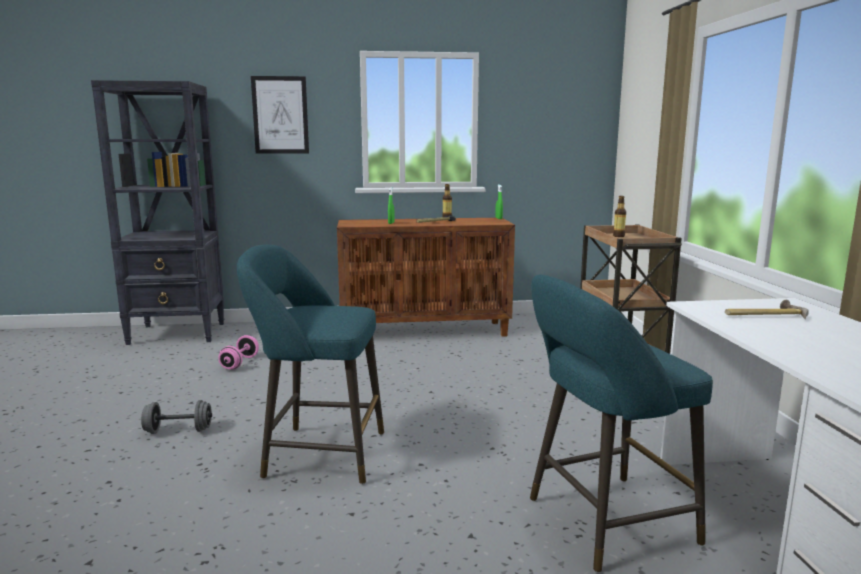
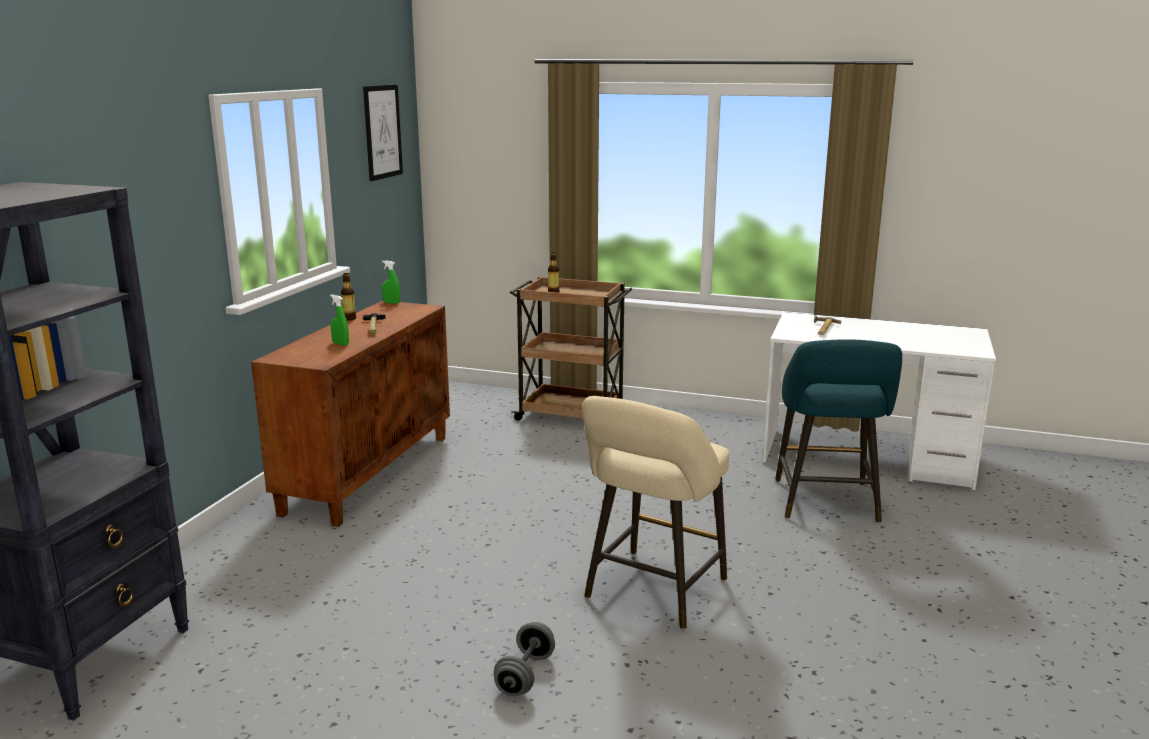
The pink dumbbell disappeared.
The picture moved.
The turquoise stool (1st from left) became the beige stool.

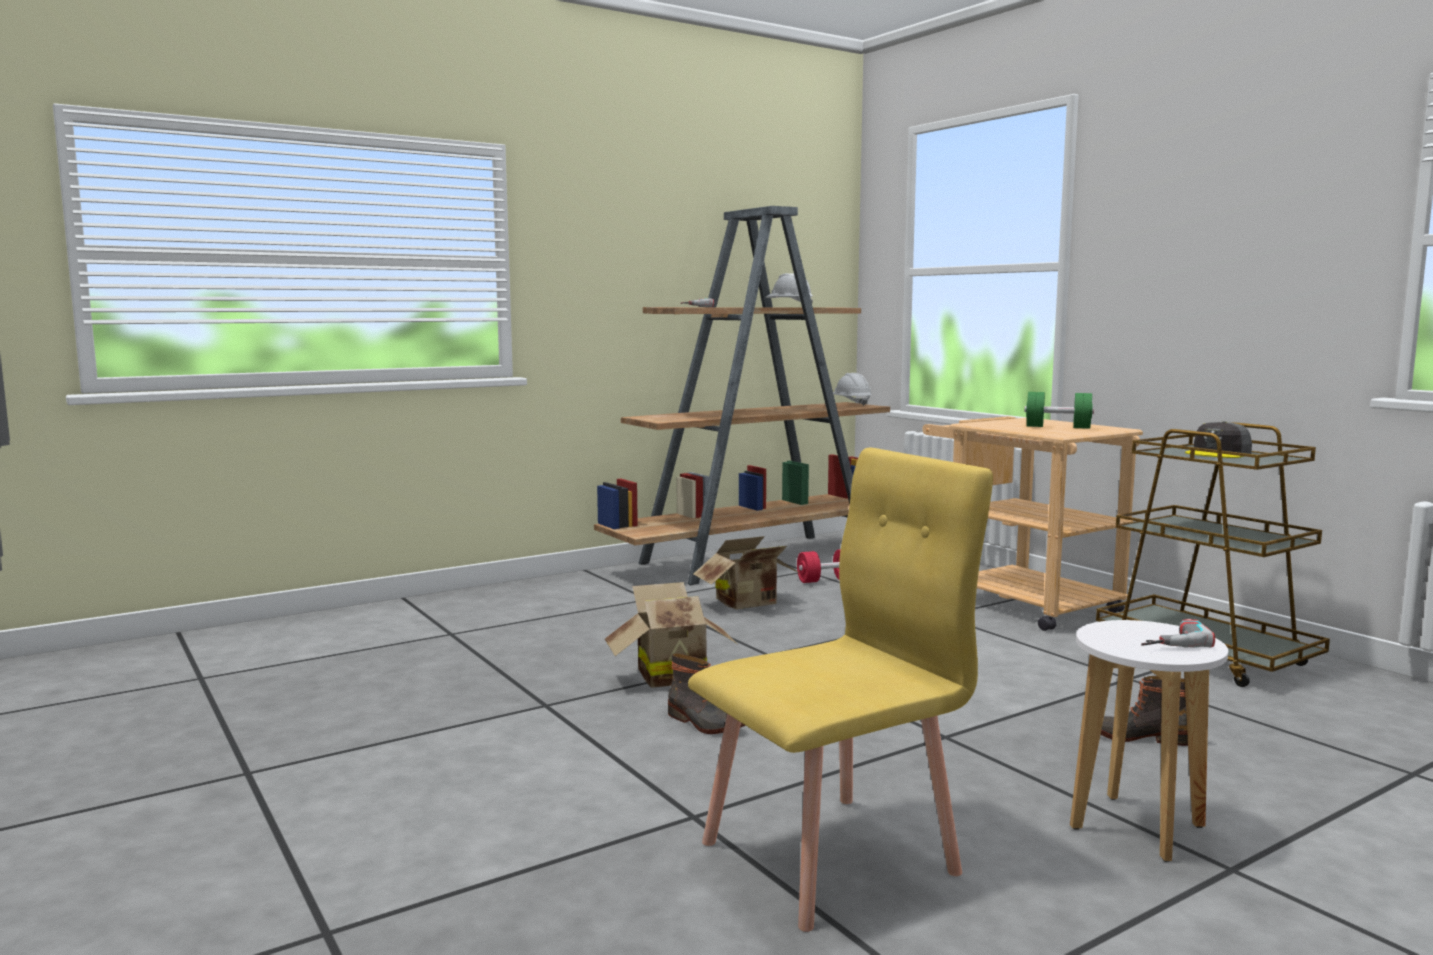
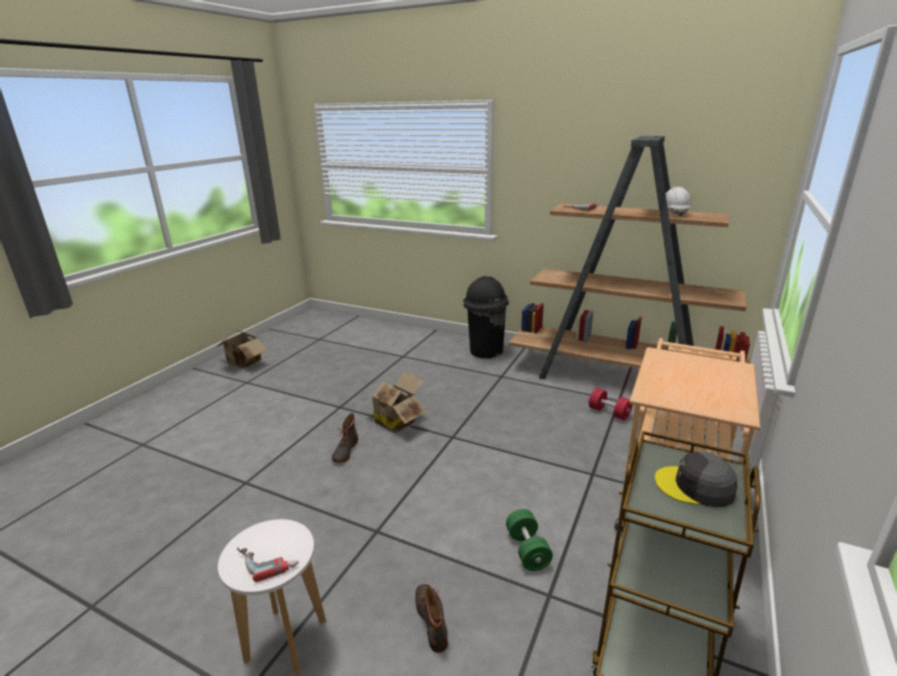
The yellow chair disappeared.
The white hard hat (2nd from left) disappeared.
The black trash can appeared.
The cardboard box (2nd from left in the first image) moved.
The green dumbbell moved.

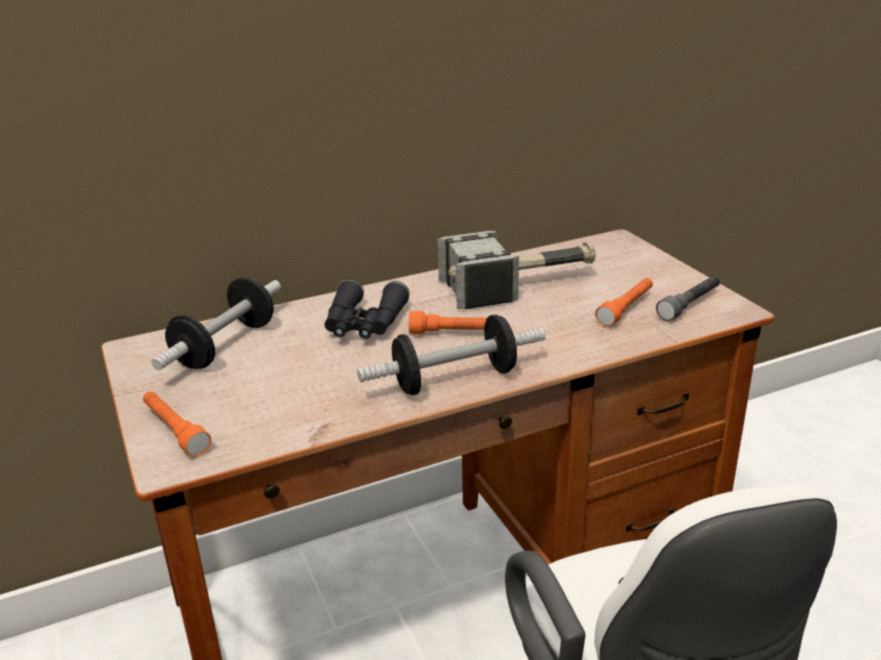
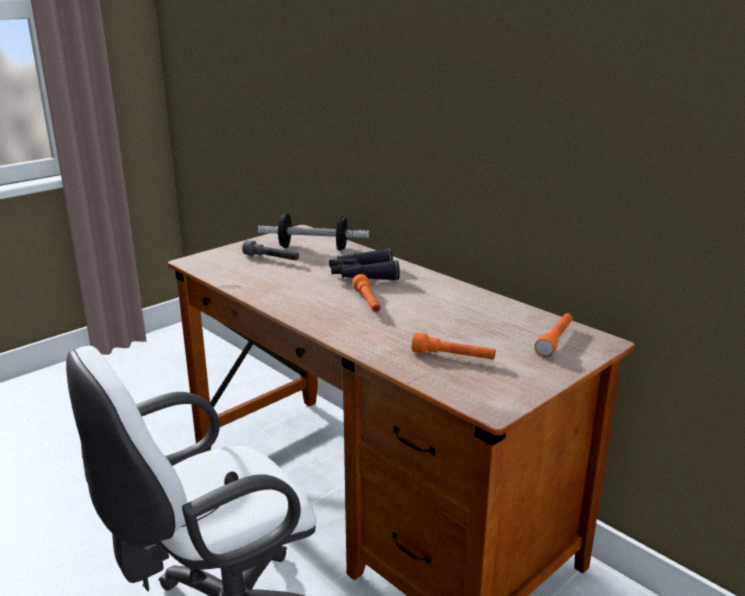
The dumbbell (2nd from left) disappeared.
The hammer disappeared.
The orange flashlight (1st from left in the first image) moved.
The grey flashlight moved.

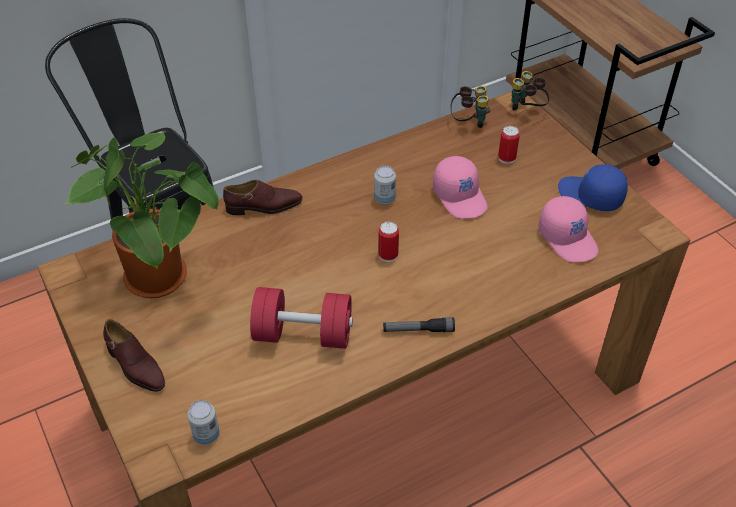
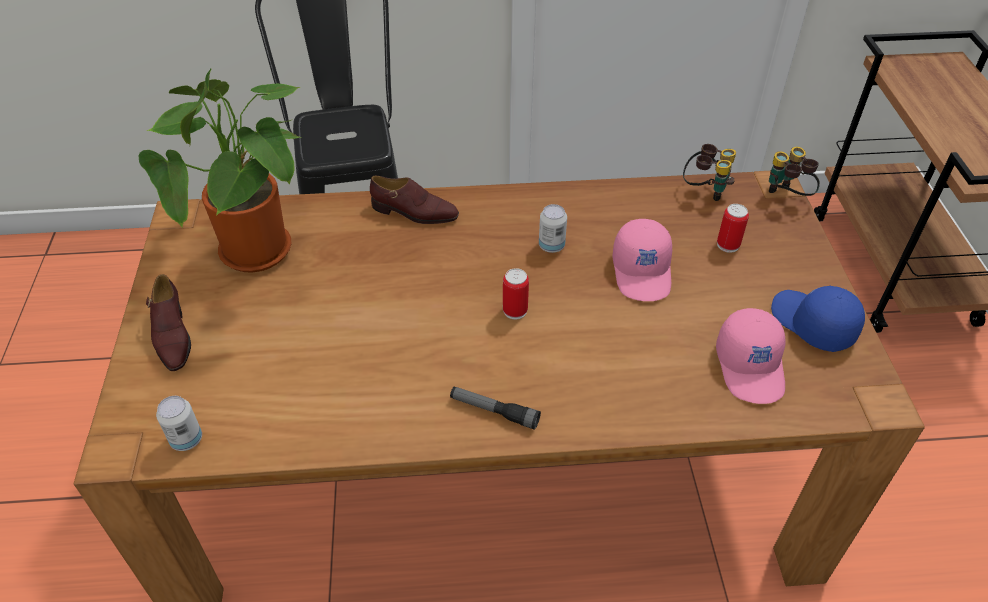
The red dumbbell disappeared.

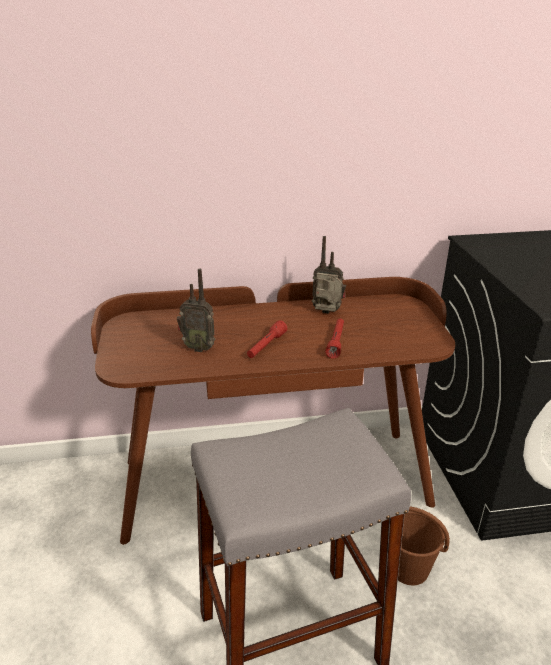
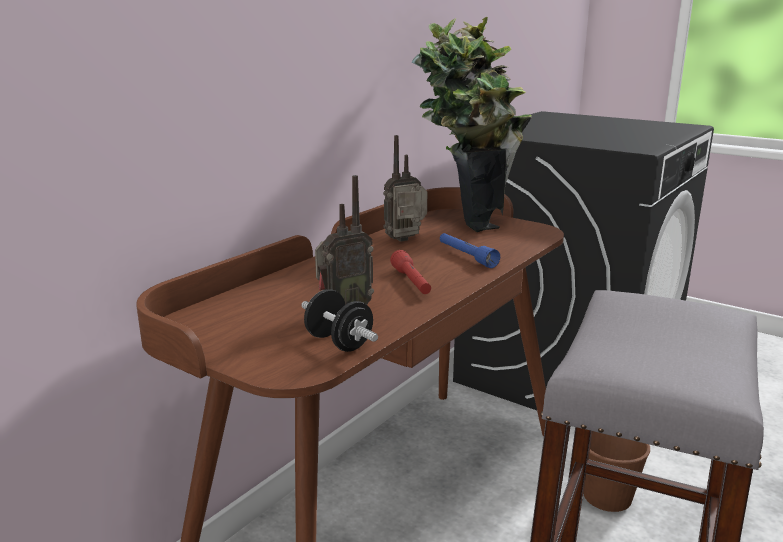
The black dumbbell appeared.
The potted plant appeared.
The red flashlight (2nd from left) became the blue flashlight.

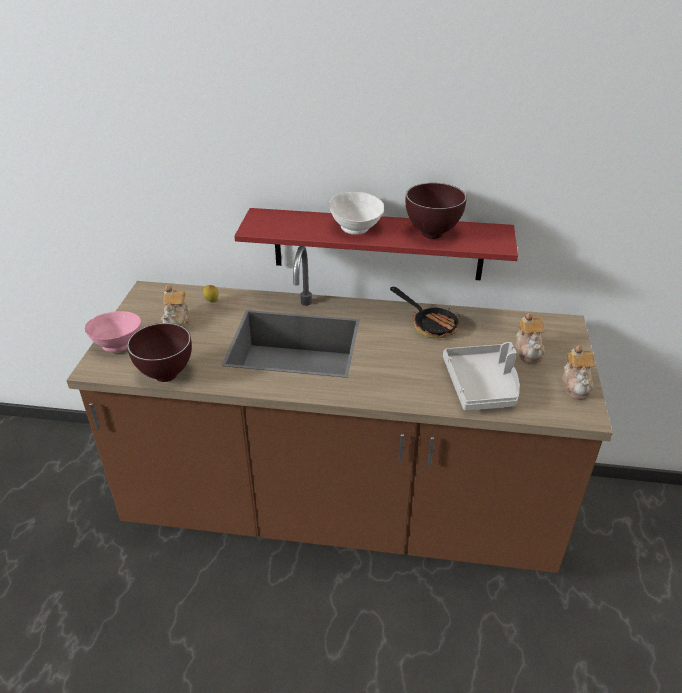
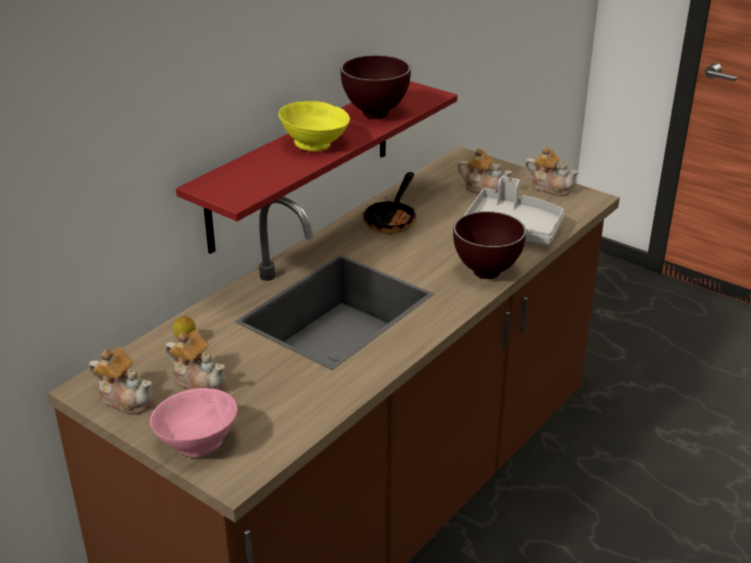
The teapot (1st from left) appeared.
The brown bowl (1st from left in the first image) moved.
The white bowl became the yellow bowl.
The frying pan turned 120 degrees clockwise.

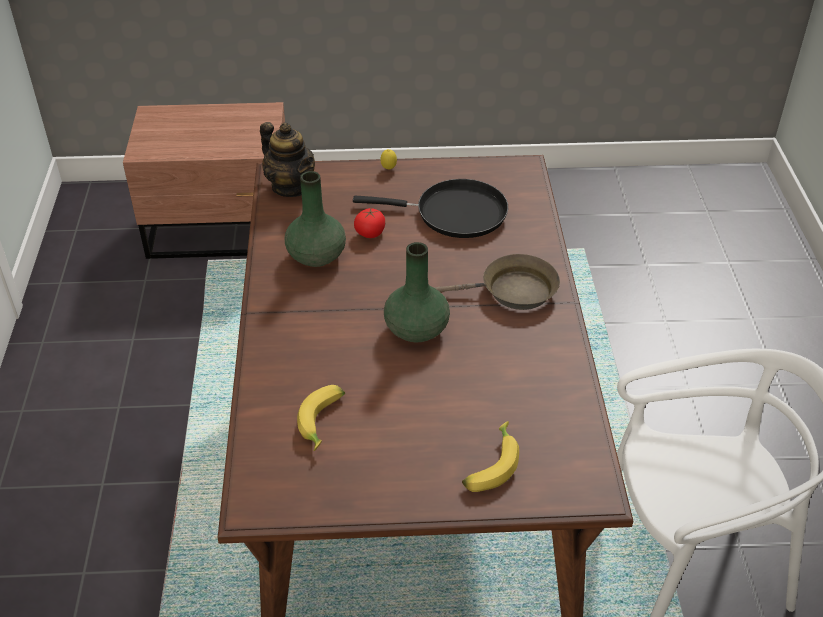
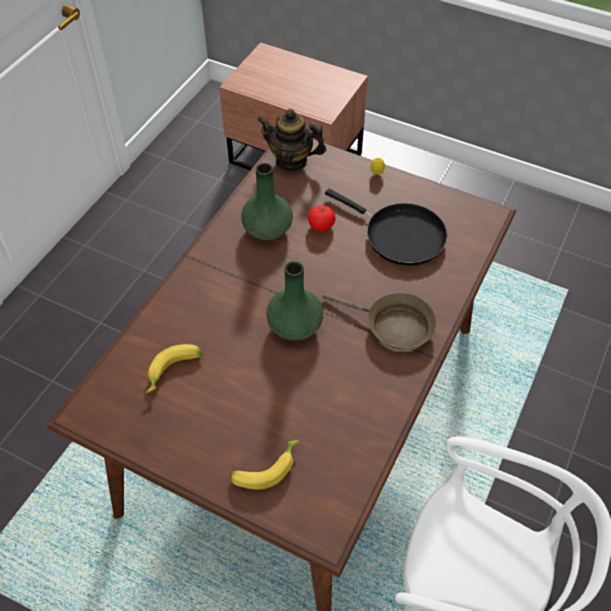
The teapot turned 120 degrees clockwise.

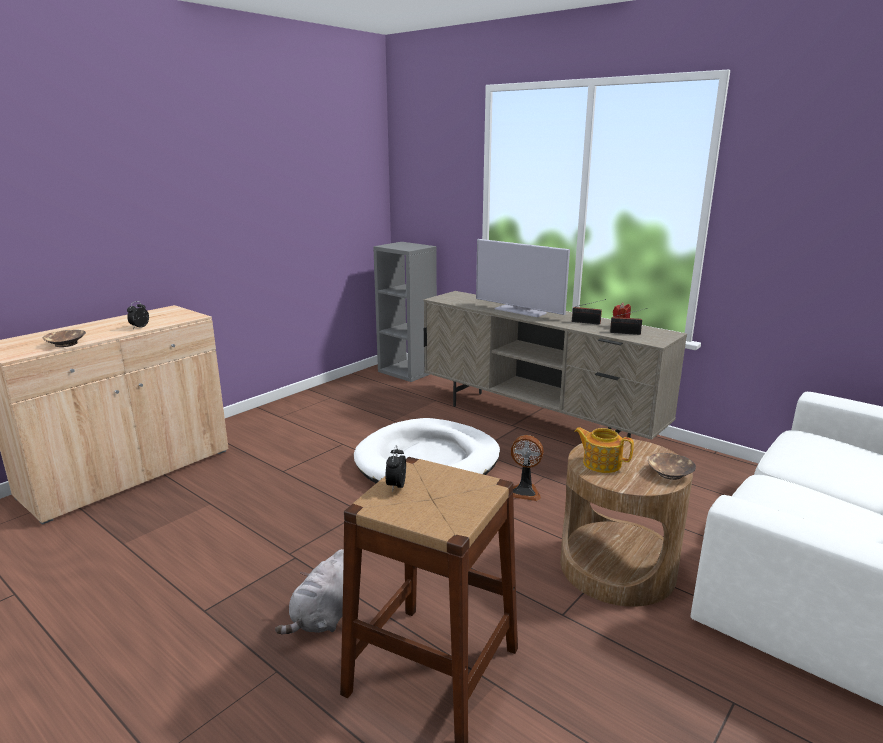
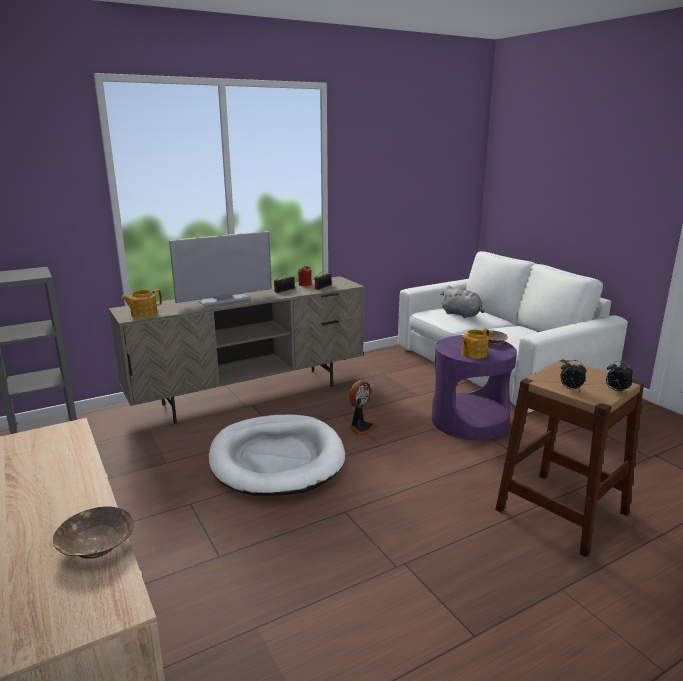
The teapot (1st from left) appeared.
The alarm clock (1st from left in the first image) moved.
The grey plush toy moved.
The brown side table became the purple side table.

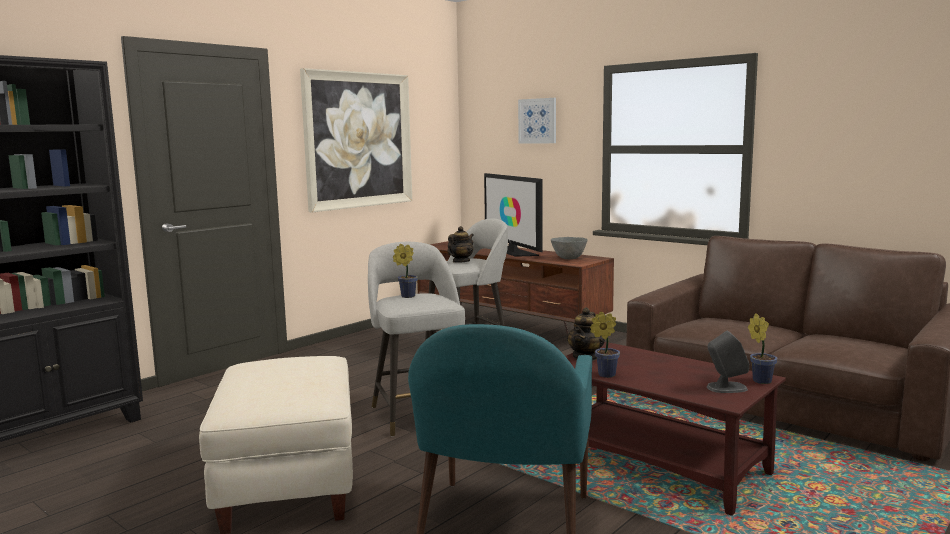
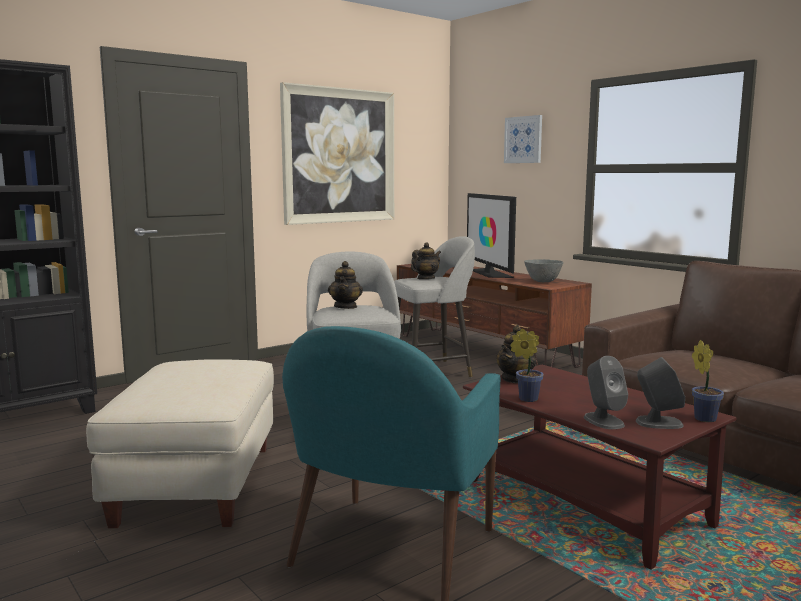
The grey speaker (1st from left) appeared.
The potted plant (1st from left) was replaced by the teapot (1st from left).

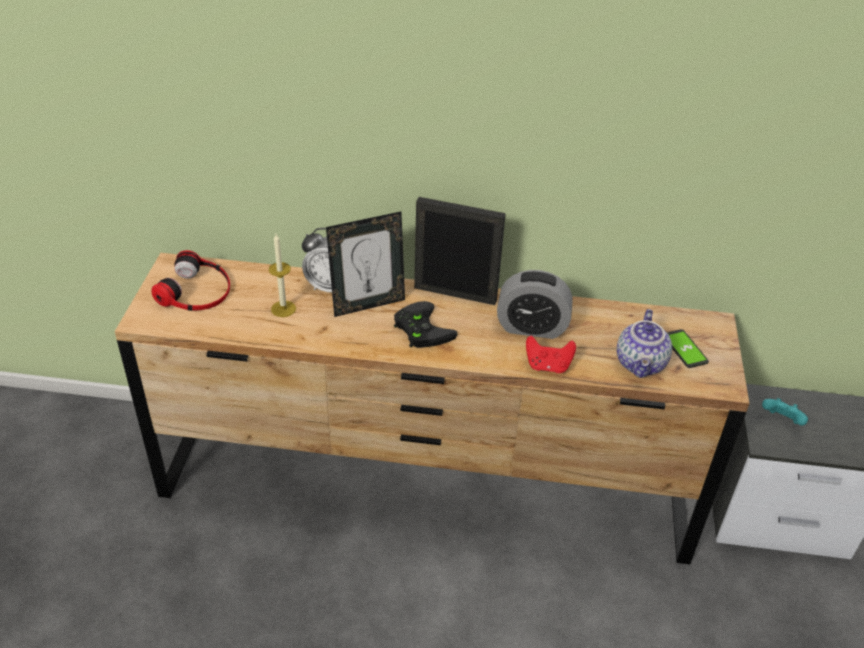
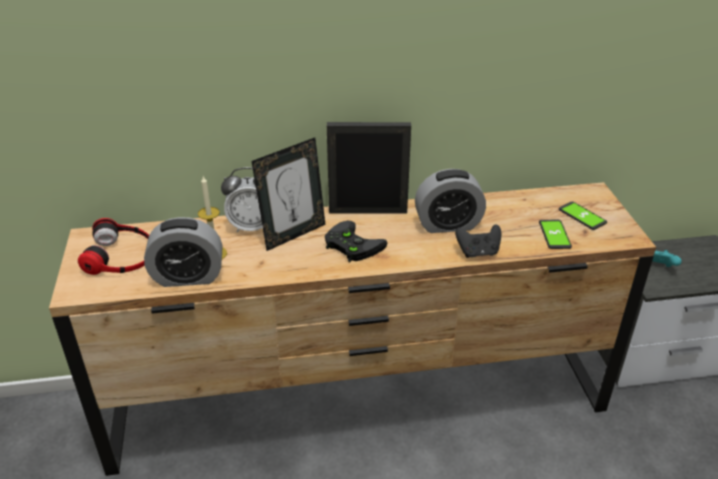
The alarm clock (1st from left) appeared.
The teapot was replaced by the phone (1st from left).
The red game controller became the black game controller (2nd from left).

